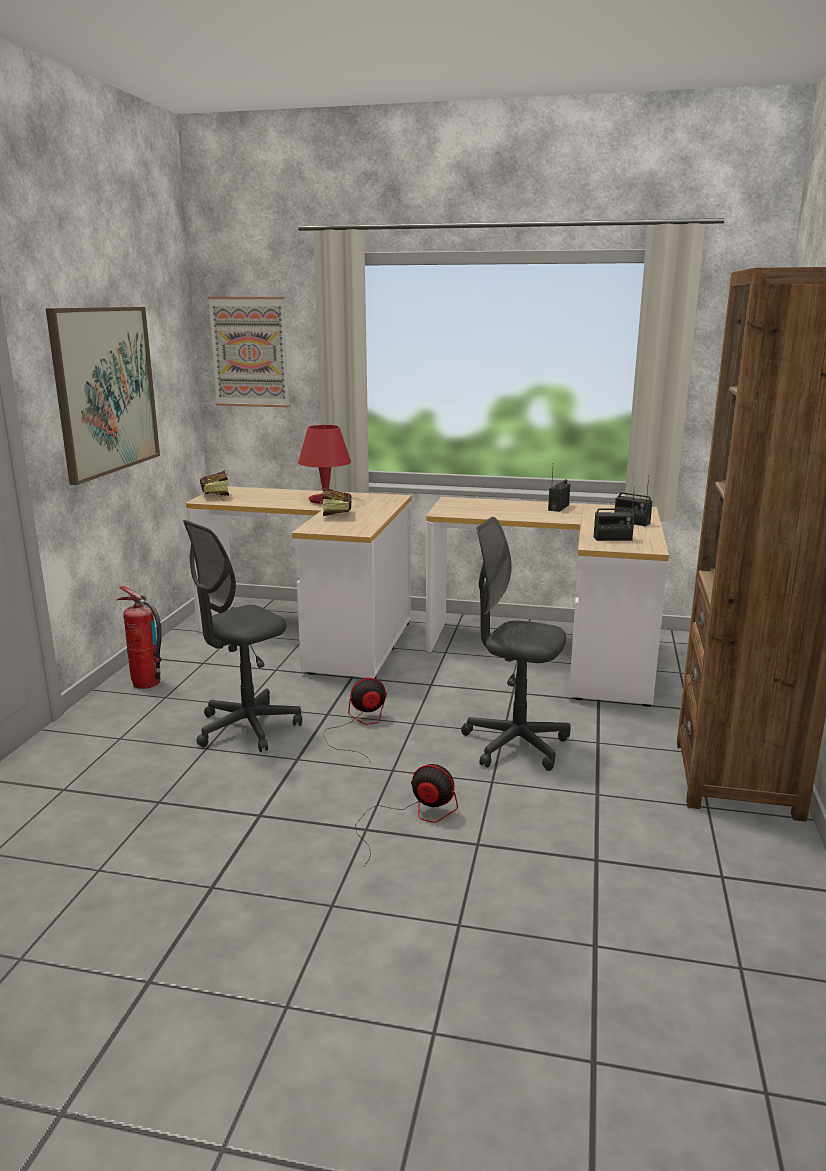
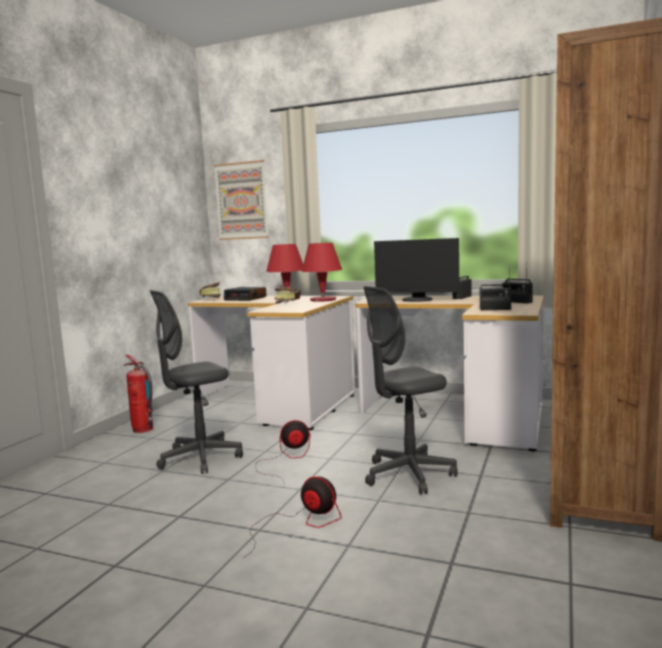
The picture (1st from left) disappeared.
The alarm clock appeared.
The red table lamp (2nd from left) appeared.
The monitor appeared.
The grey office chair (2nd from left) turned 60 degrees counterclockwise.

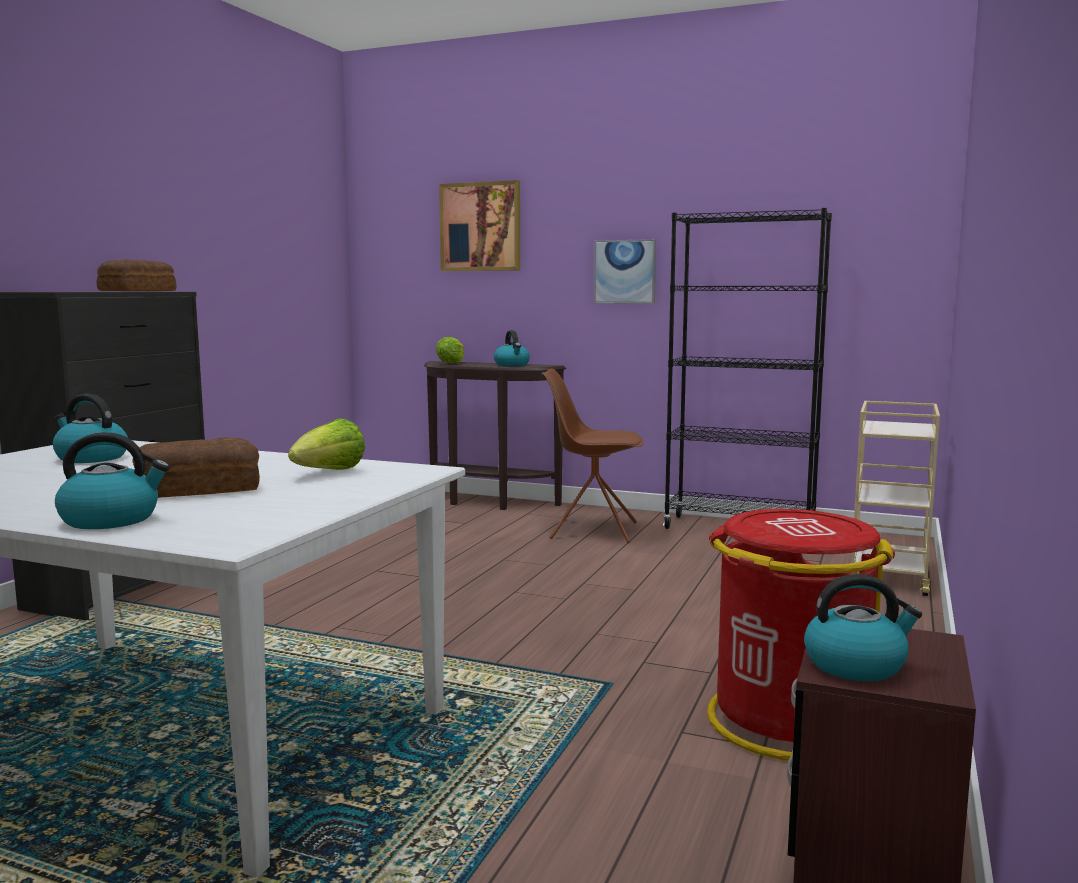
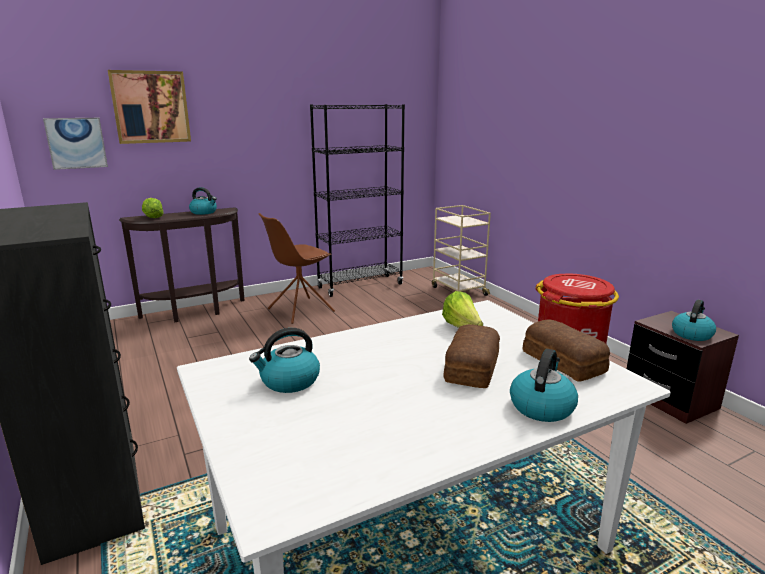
The bread (1st from left in the first image) moved.
The picture (2nd from left in the first image) moved.

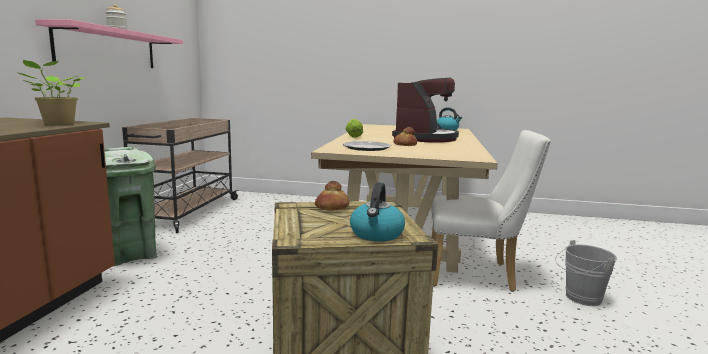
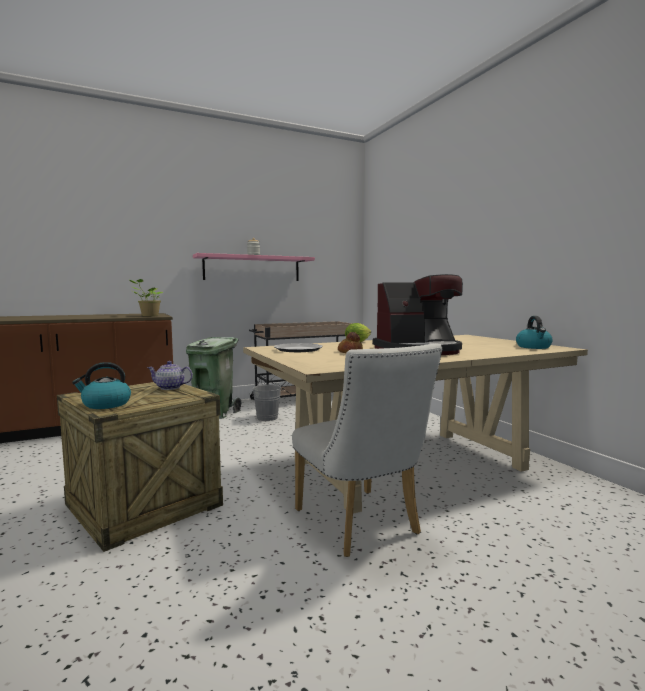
The grey bucket moved.
The bread (1st from left) was replaced by the teapot.

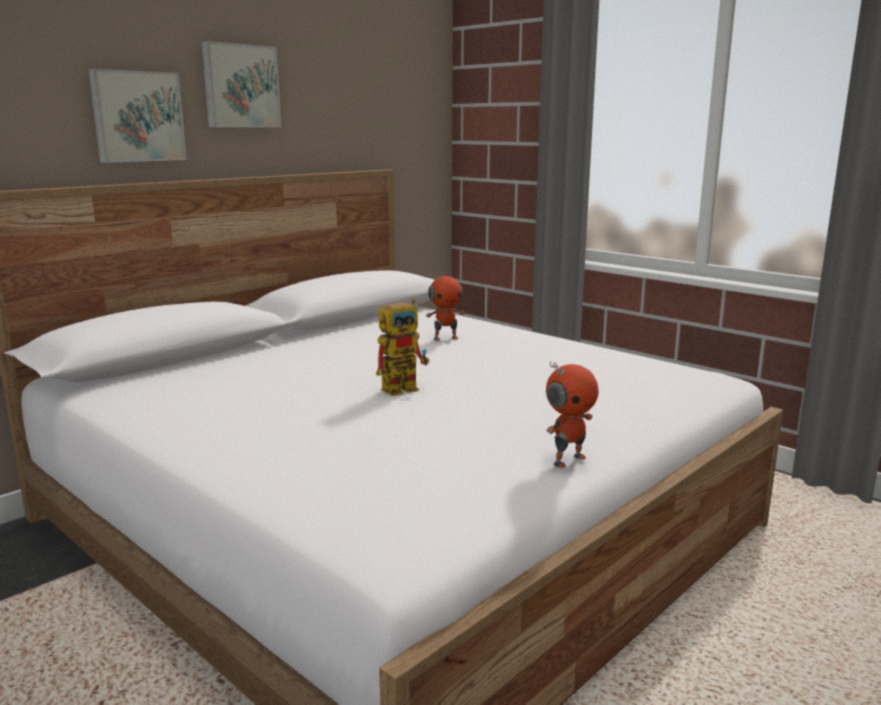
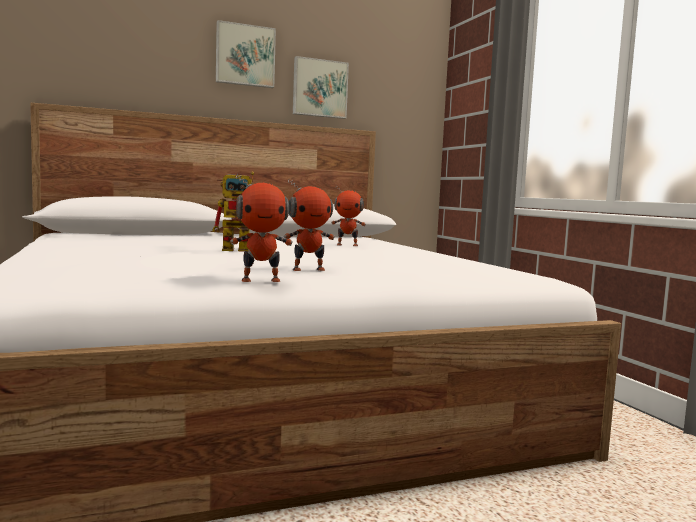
The toy robot (3rd from left) appeared.
The picture (1st from left in the first image) moved.

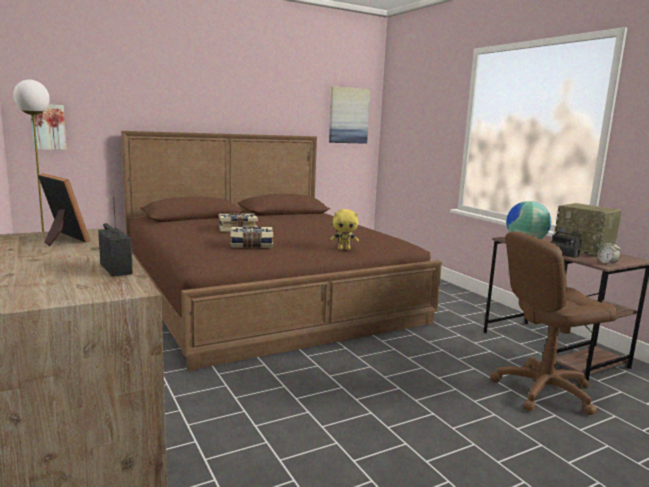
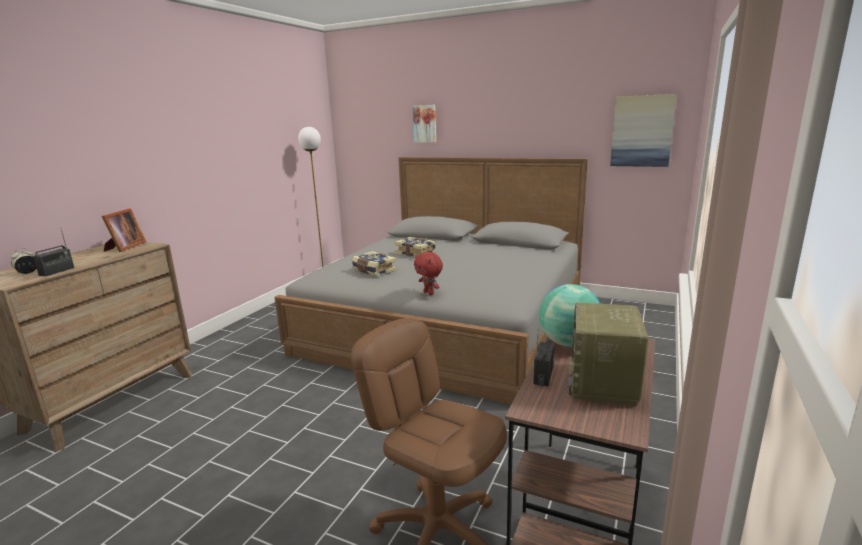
The picture (1st from left) moved.
The alarm clock moved.
The brown bed became the grey bed.
The yellow plush toy became the red plush toy.

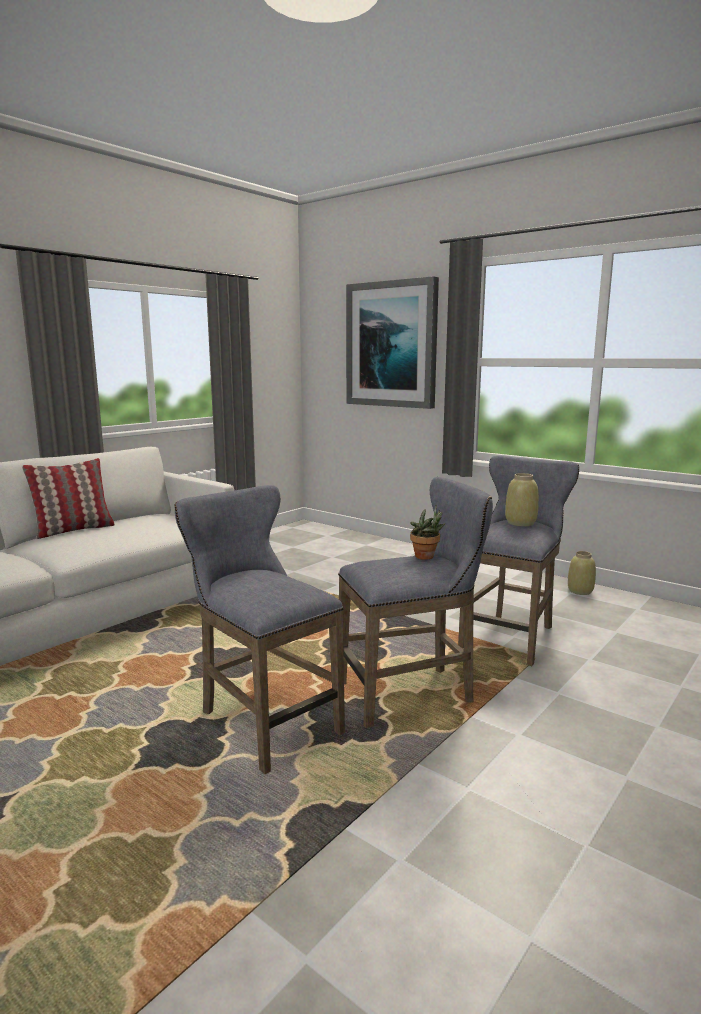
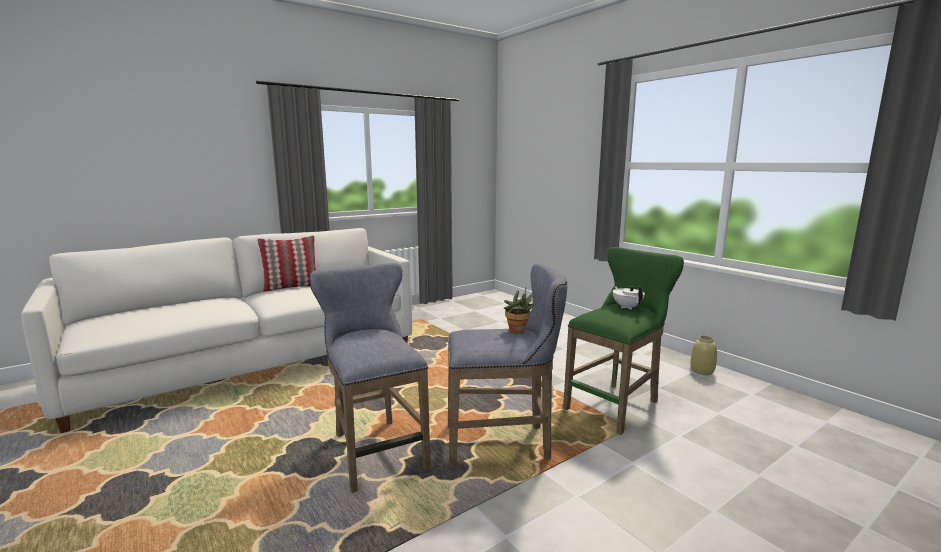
The picture disappeared.
The beige vase (1st from left) was replaced by the white teapot.
The grey stool (3rd from left) became the green stool.

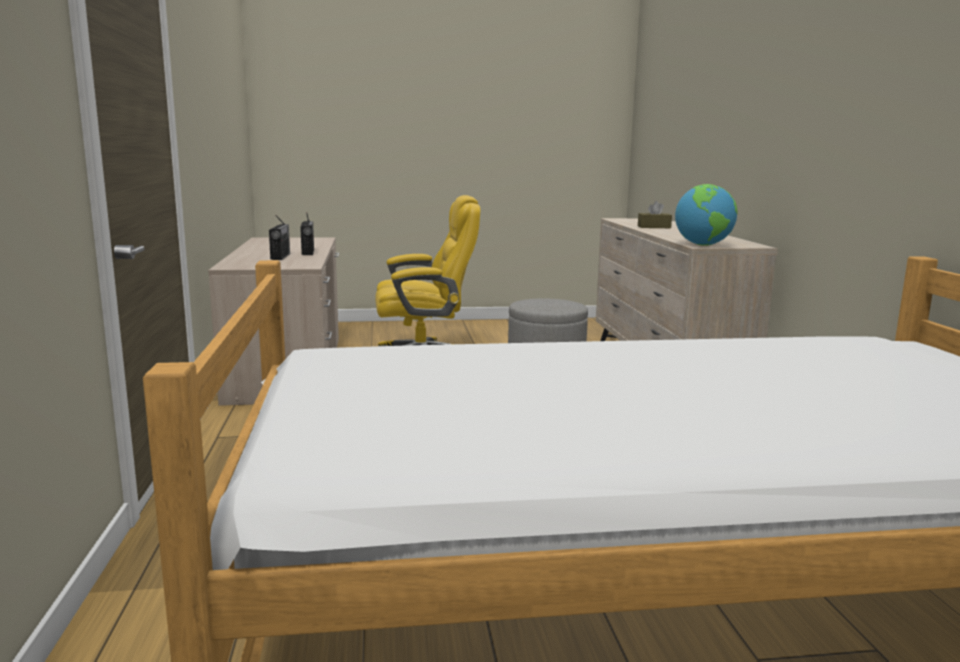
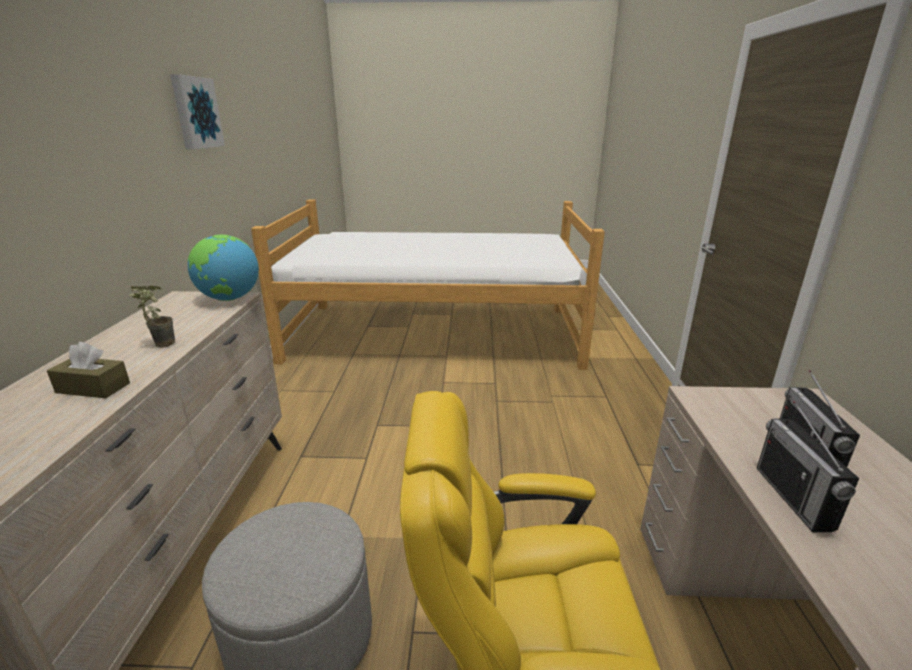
The potted plant appeared.
The picture appeared.

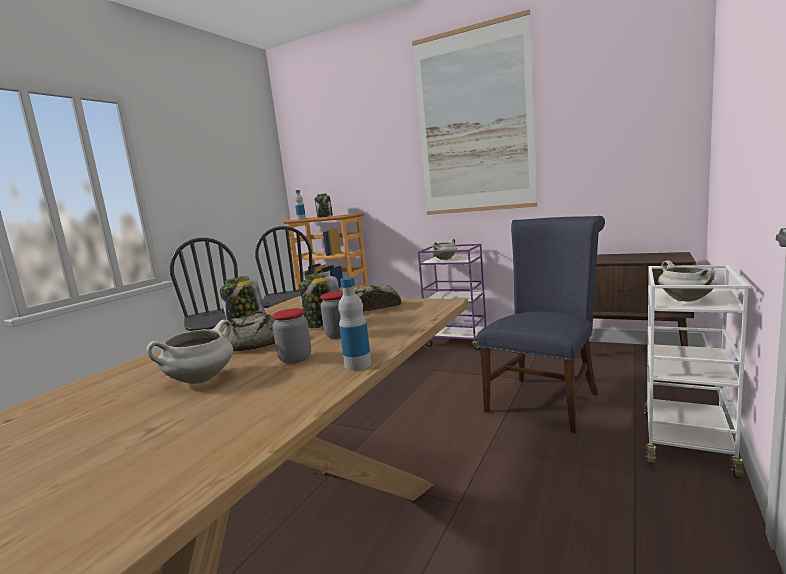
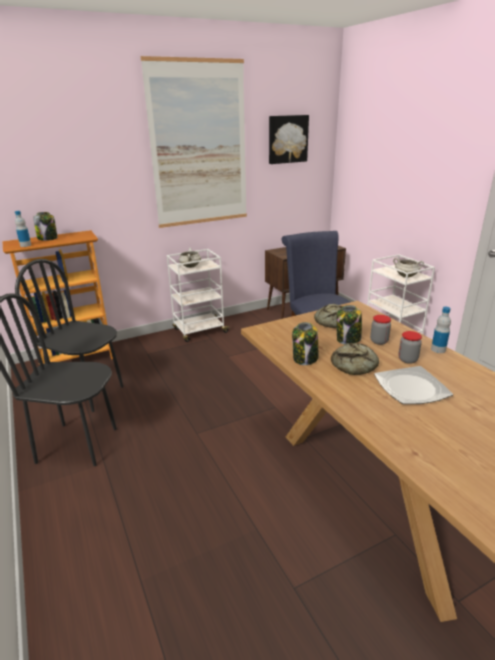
The picture (2nd from left) appeared.
The white cooking pot (1st from left) was replaced by the plate.
The purple cart became the white cart (1st from left).

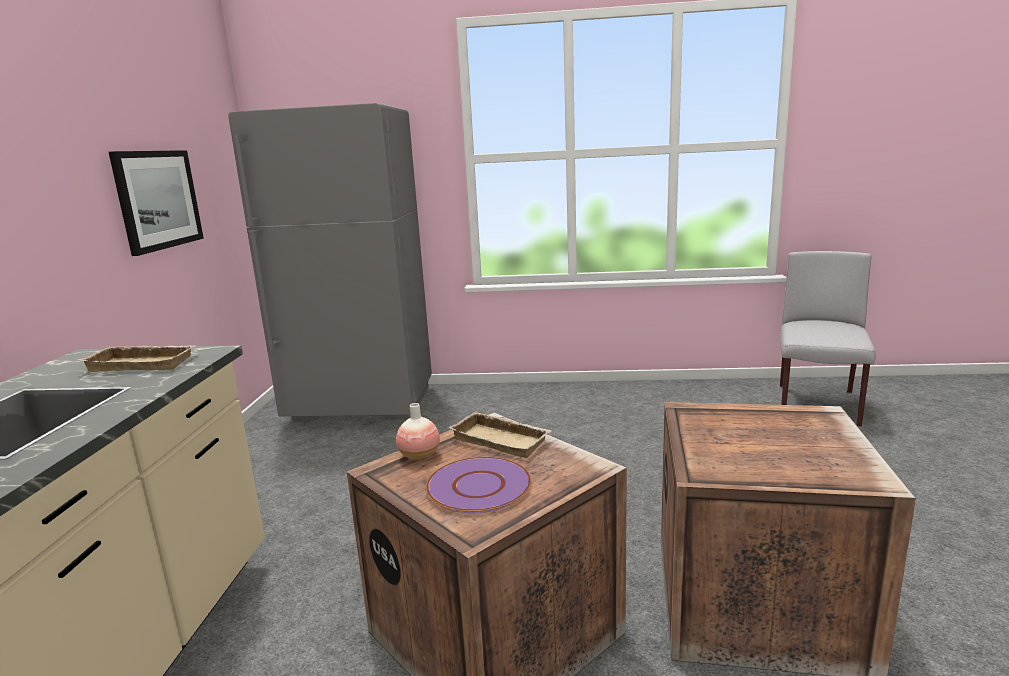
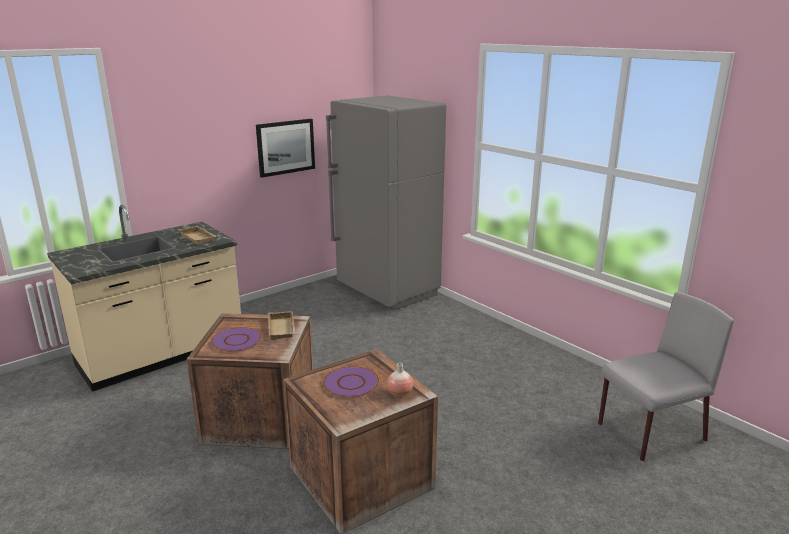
The purple plate (2nd from left) appeared.
The vase moved.

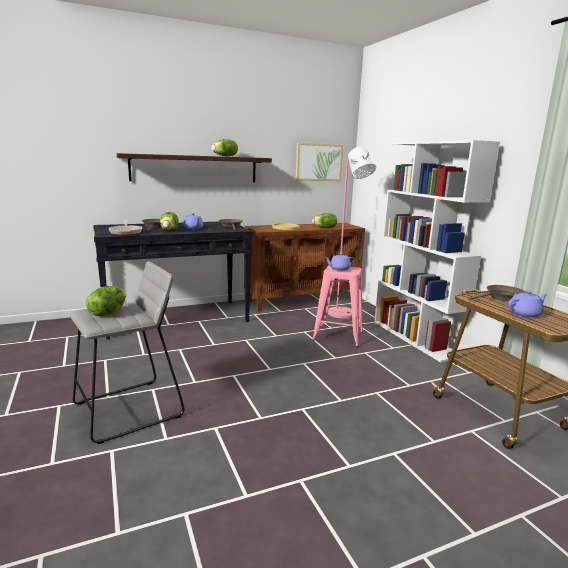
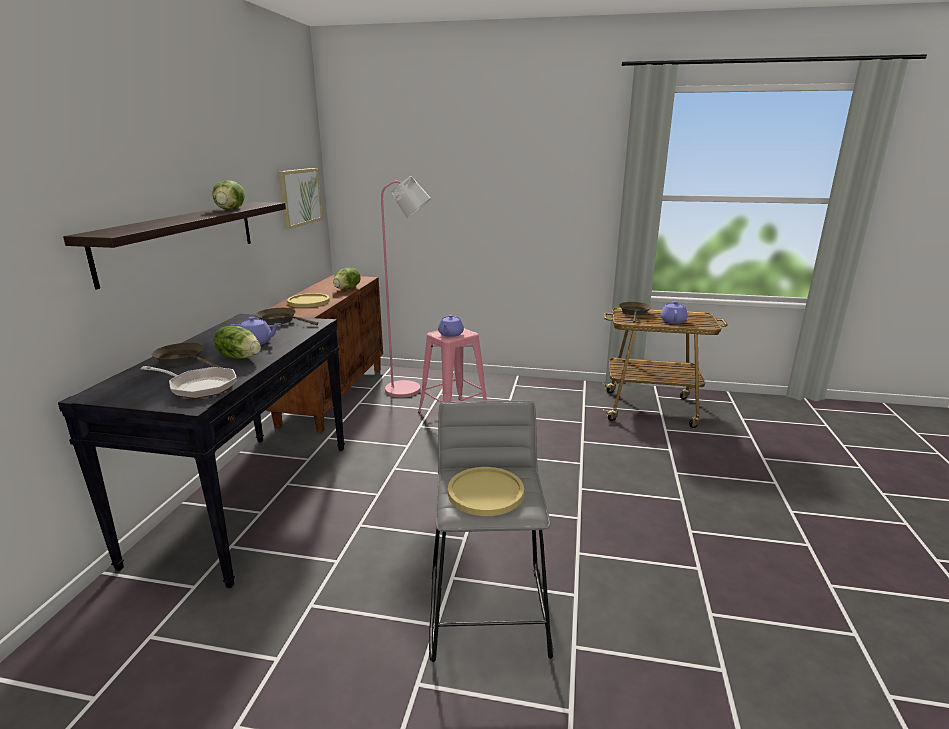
The white bookcase disappeared.
The lettuce (1st from left) was replaced by the yellow plate (2nd from left).

